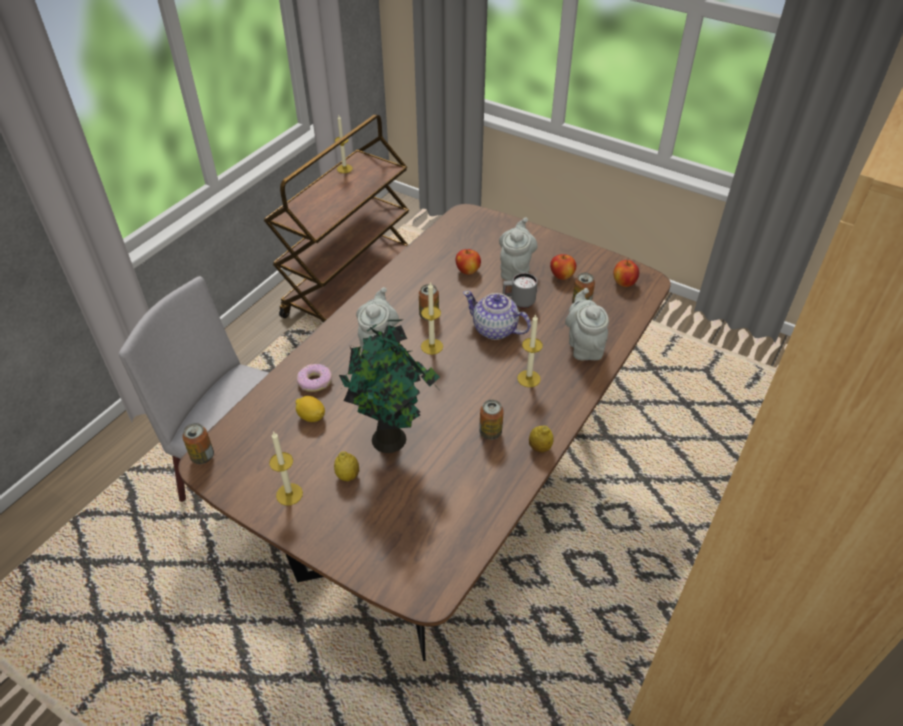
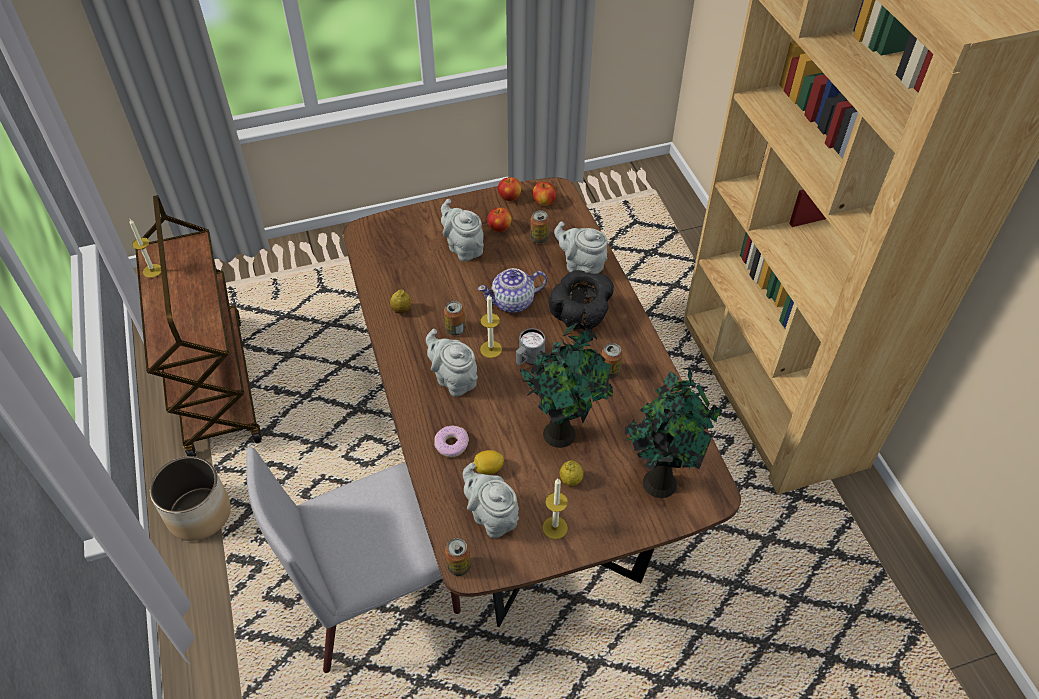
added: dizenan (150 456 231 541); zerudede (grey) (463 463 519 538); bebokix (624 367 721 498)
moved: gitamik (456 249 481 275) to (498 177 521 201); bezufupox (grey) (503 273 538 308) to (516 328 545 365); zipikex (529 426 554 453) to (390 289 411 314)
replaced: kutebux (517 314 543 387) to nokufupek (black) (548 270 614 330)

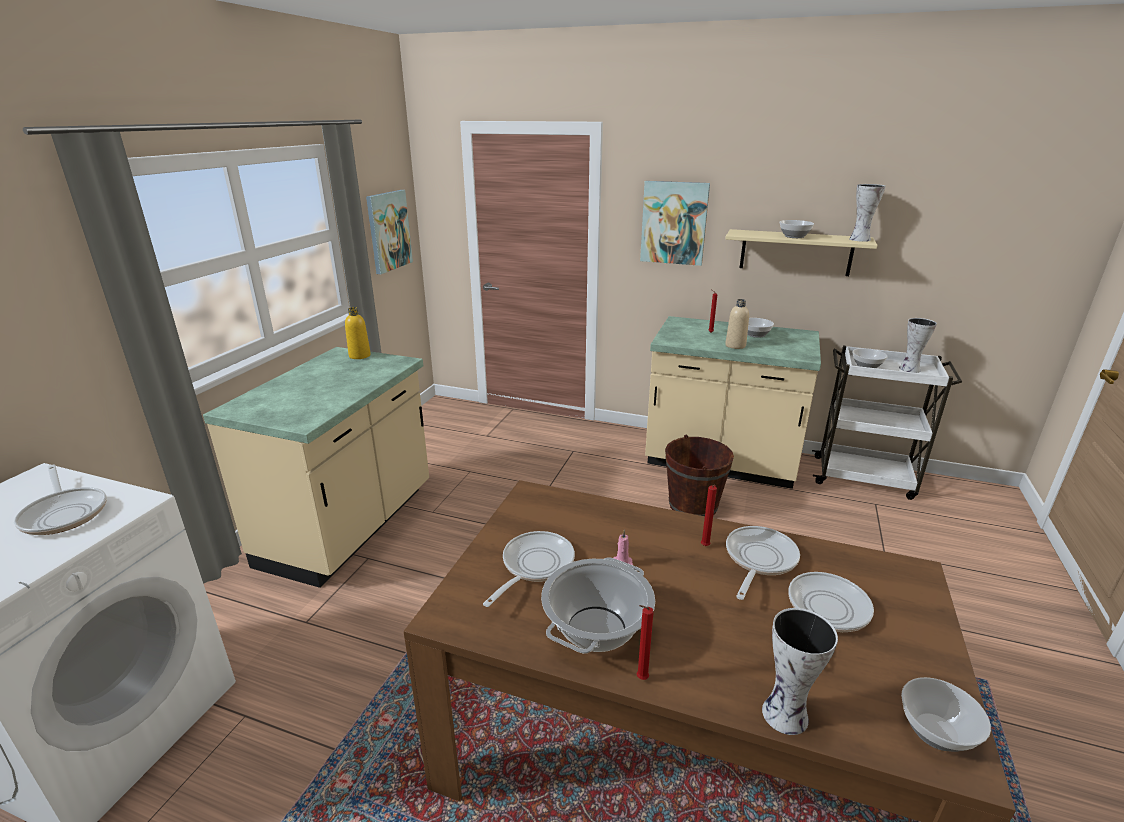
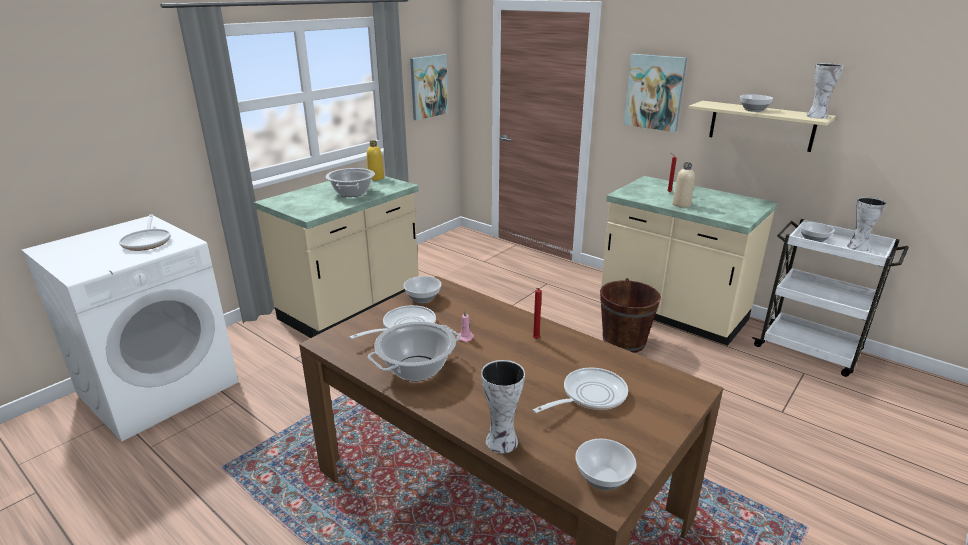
removed: kutebux (red) (637 605 654 680); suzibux (726 526 800 600)
added: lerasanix (326 168 375 197)
moved: nokufupek (747 318 774 338) to (403 276 441 303)

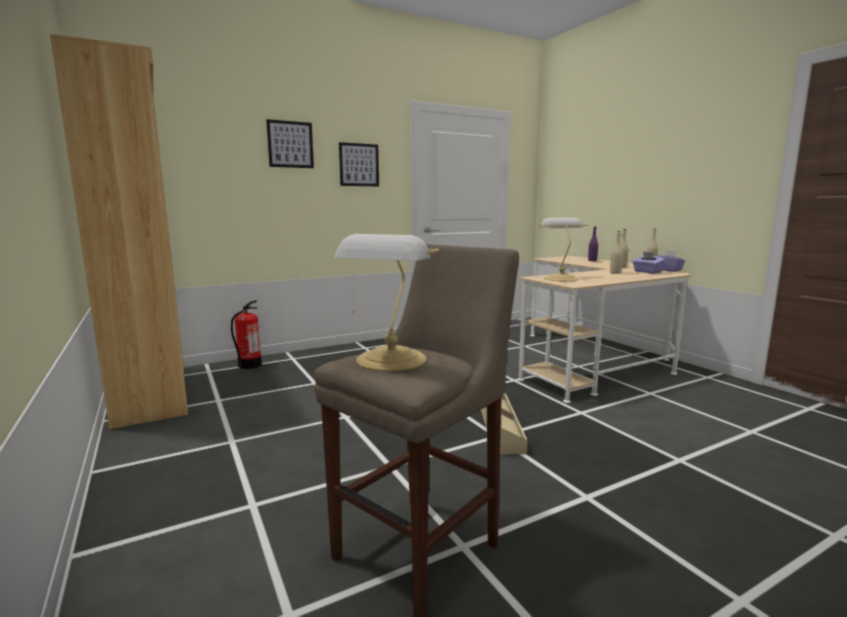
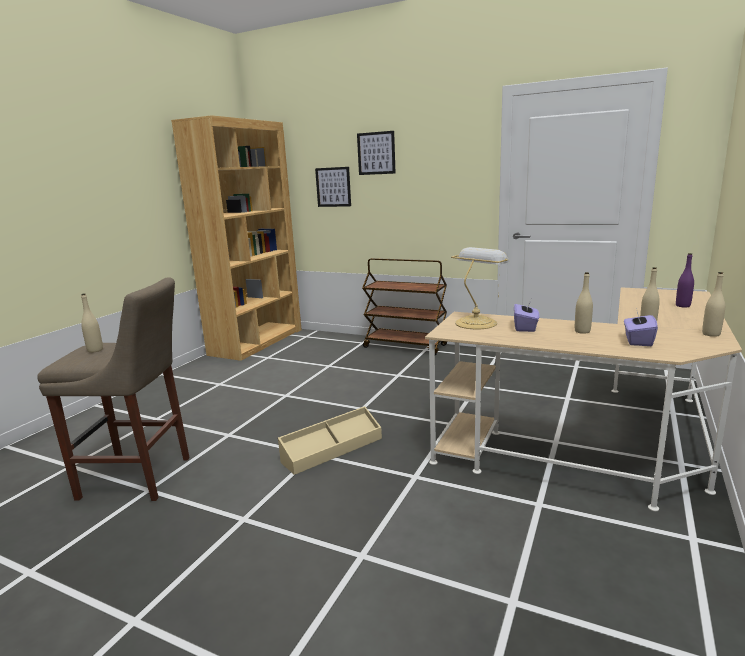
removed: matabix (231 300 262 369)
added: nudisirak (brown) (362 258 447 355)
moved: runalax (339 142 379 187) to (315 167 351 207); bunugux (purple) (657 250 685 272) to (514 300 539 332)
replaced: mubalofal (334 234 439 372) to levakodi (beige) (81 294 103 353)

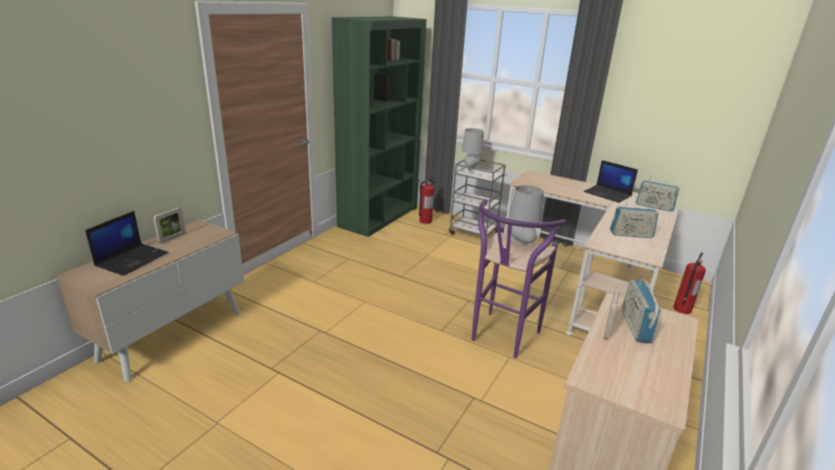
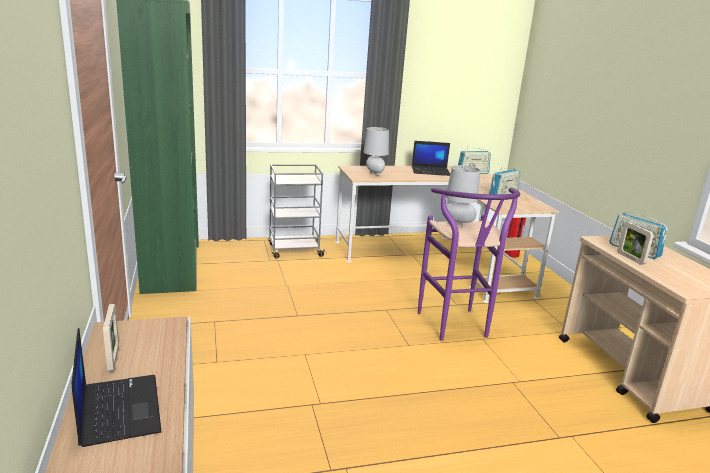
removed: matabix (419 177 436 224)
moved: mubalofal (grey) (462 128 484 171) to (363 127 389 177)

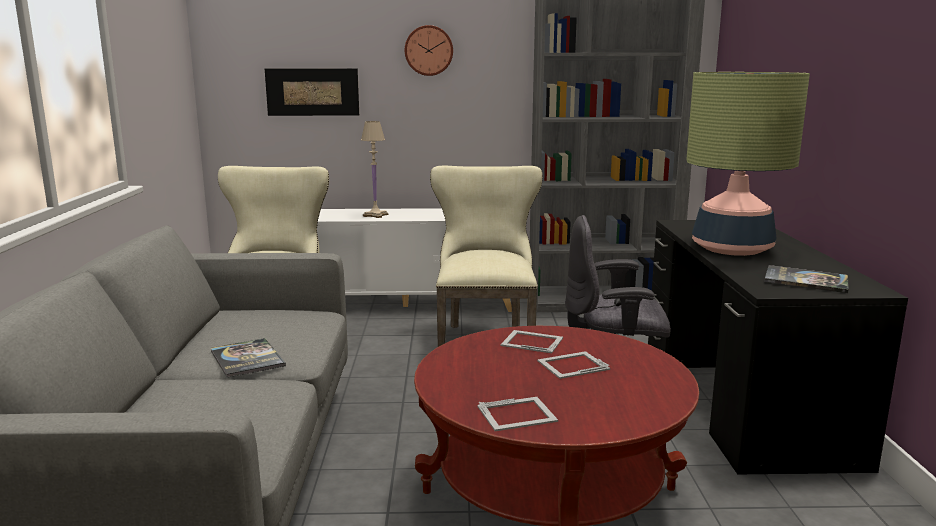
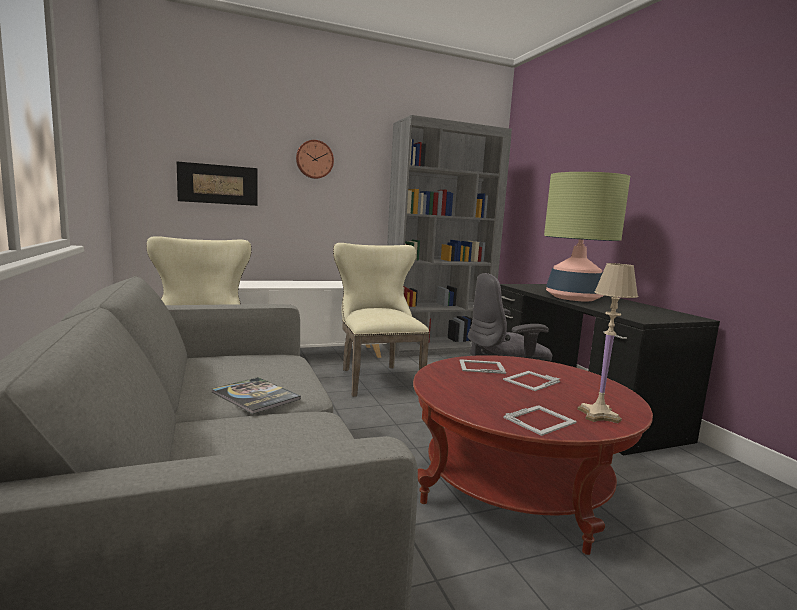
removed: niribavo (764 265 849 293)
moved: mubalofal (beige) (361 121 388 218) to (577 263 638 423)

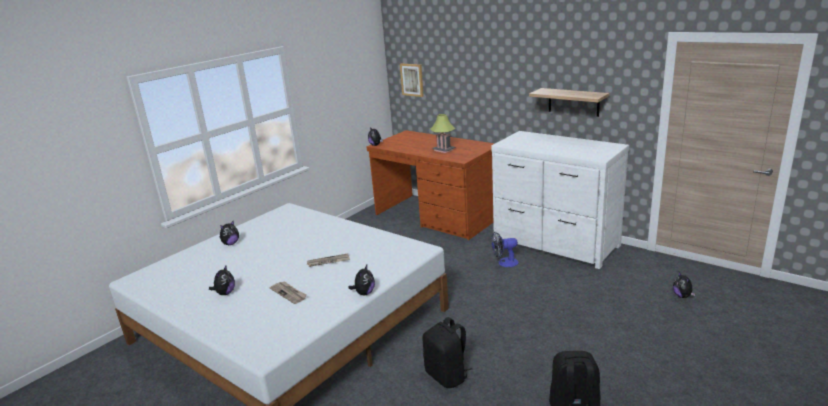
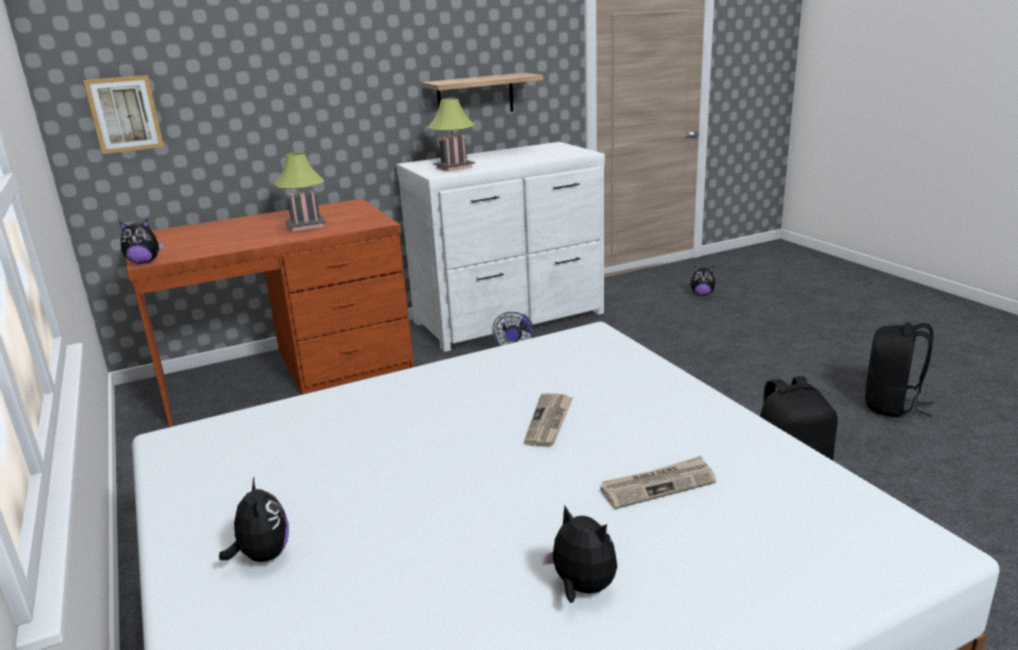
removed: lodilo (348 265 375 295)
added: mubalofal (428 98 475 172)

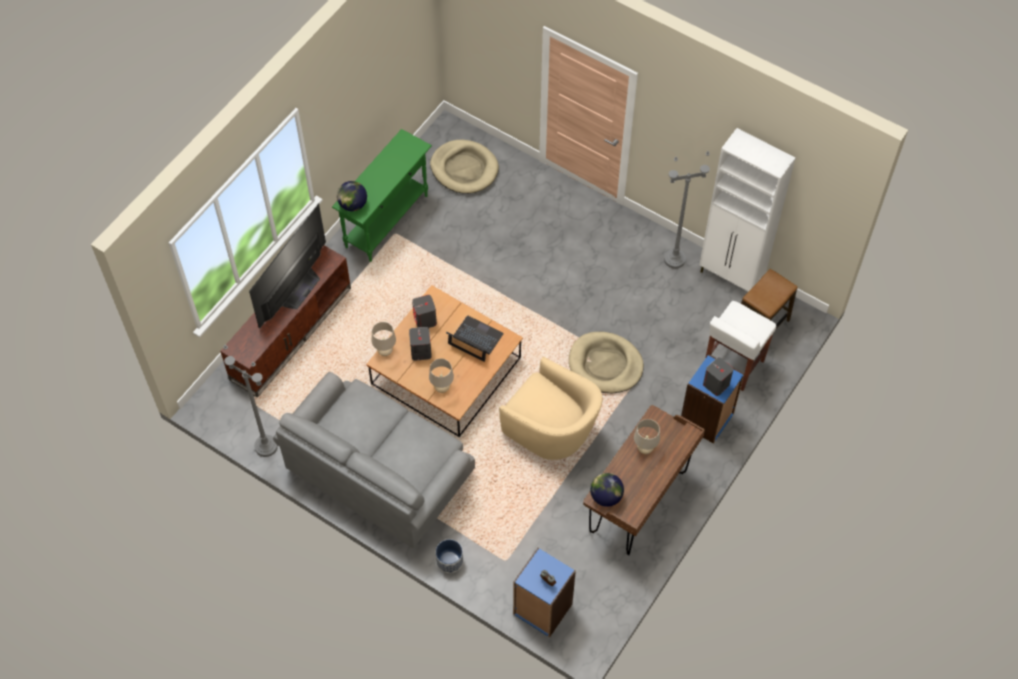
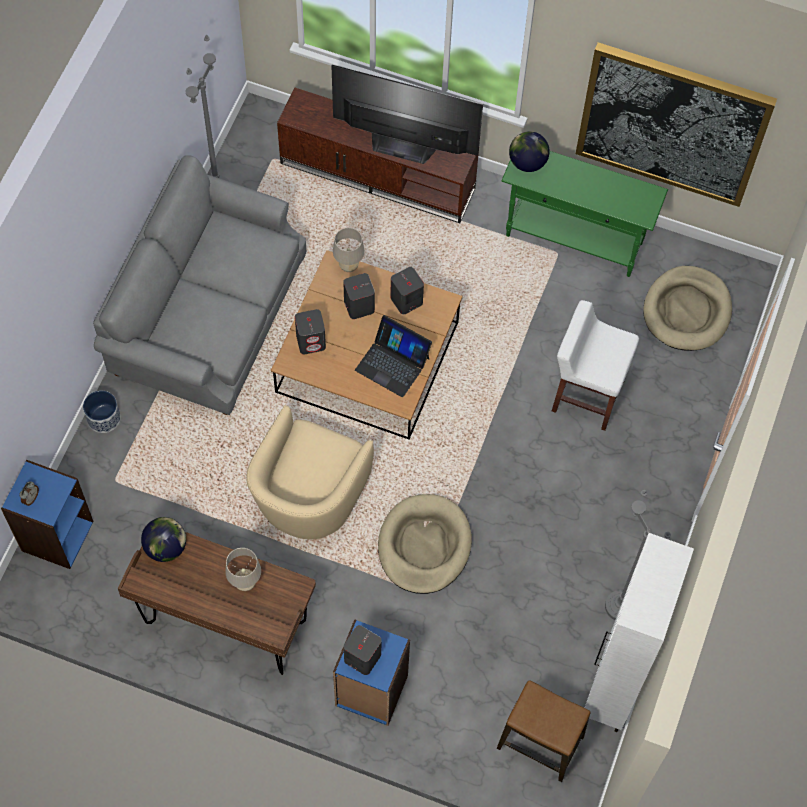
added: runalax (576 42 777 207)
moved: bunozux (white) (705 301 777 391) to (552 300 639 431)
replaced: mubalofal (beige) (429 359 454 393) to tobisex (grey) (295 309 326 354)
turned: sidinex (446 315 504 362) = (355 315 432 397) 105 degrees clockwise

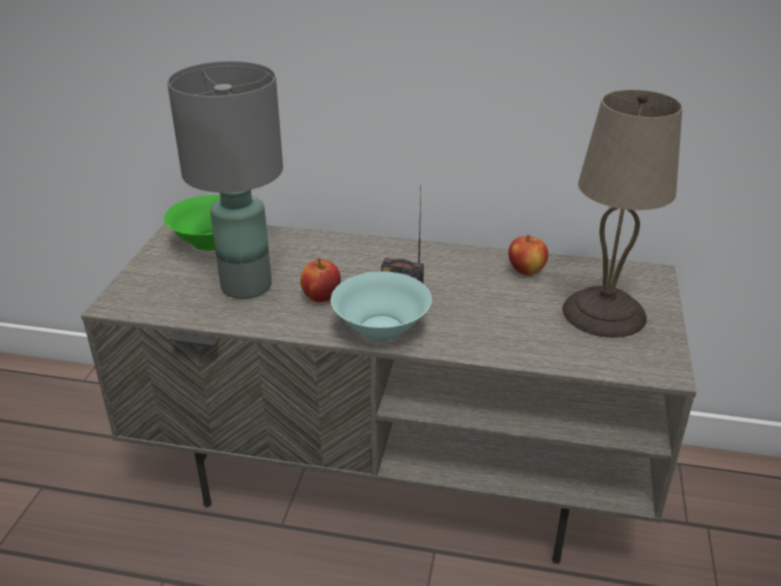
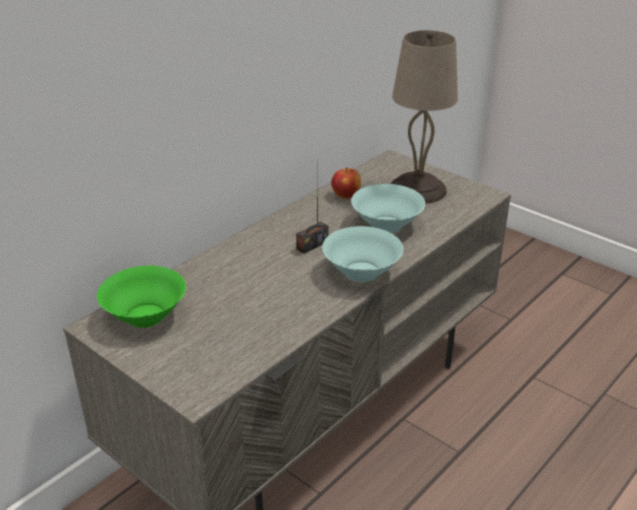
removed: mubalofal (grey) (167 61 283 299); gitamik (300 258 341 302)
added: nokufupek (turquoise) (351 184 425 233)

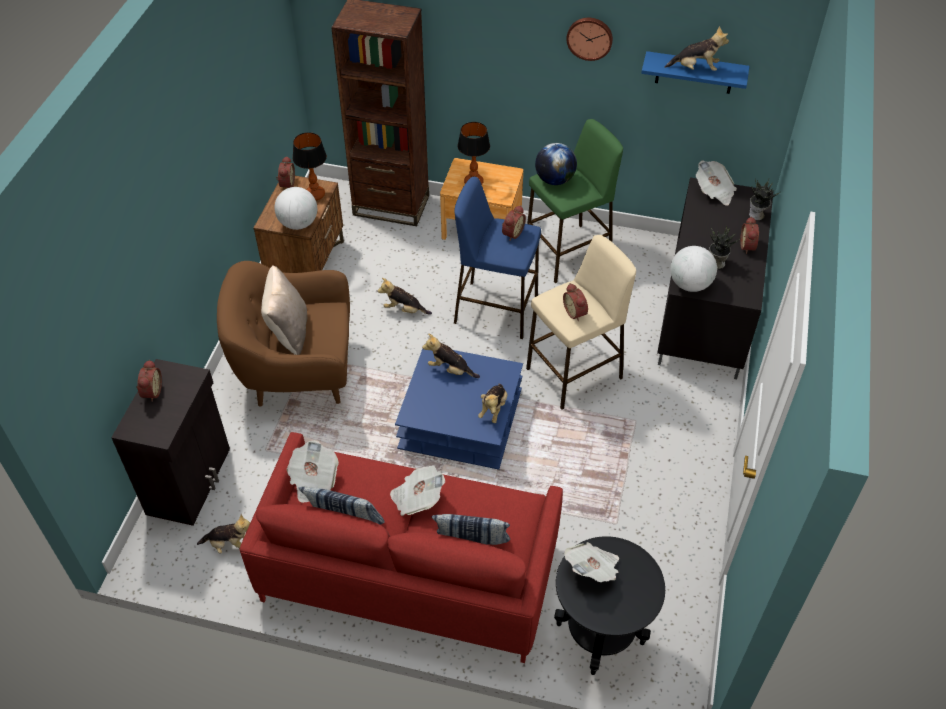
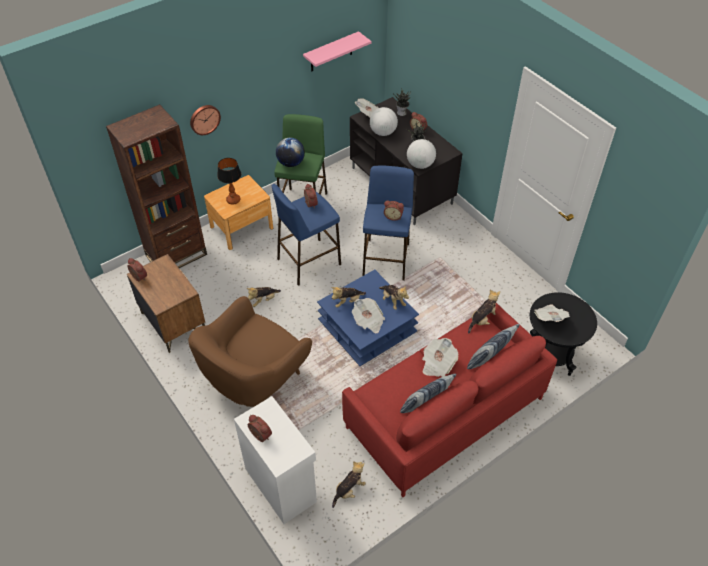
removed: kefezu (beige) (261 265 307 355); mubalofal (293 132 327 200)
moved: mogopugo (274 187 317 230) to (370 107 398 136); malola (287 440 339 503) to (352 298 385 333); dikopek (566 18 613 61) to (190 105 221 135); lodilo (665 26 729 71) to (468 290 500 333)
recoloured: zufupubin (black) (111 359 230 526) to zufupubin (white) (234 396 317 524); bunozux (beige) (526 235 636 410) to bunozux (blue) (363 165 414 281); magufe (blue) (641 51 750 94) to magufe (pink) (303 31 371 71)

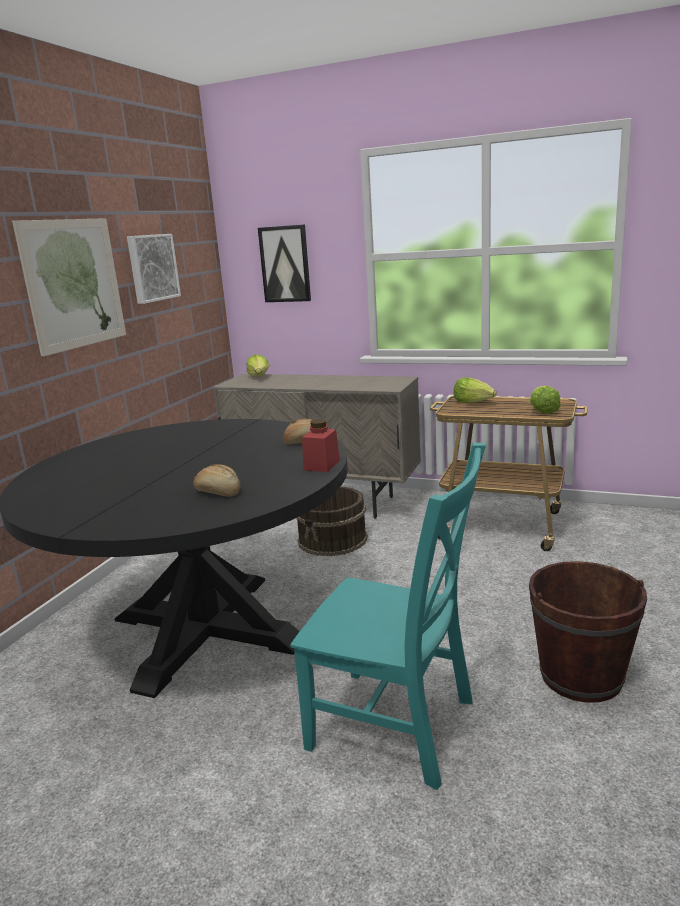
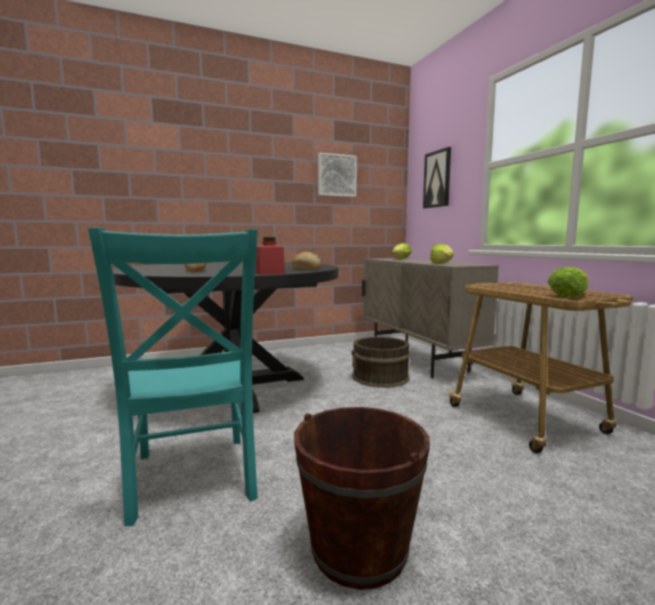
removed: runalax (12 218 126 357)
moved: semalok (454 377 497 403) to (430 244 454 264)

